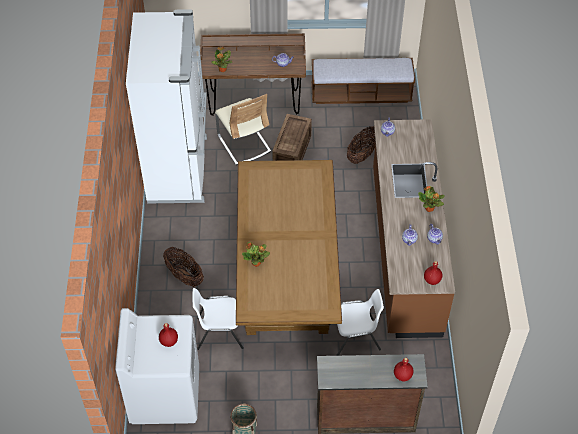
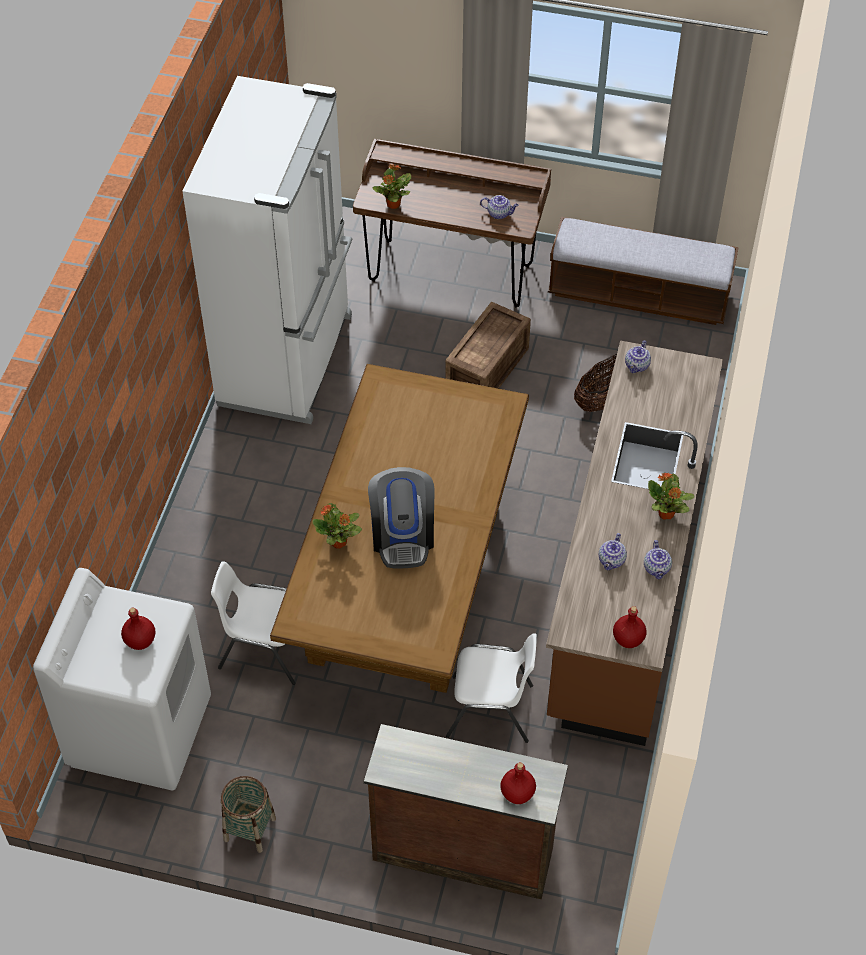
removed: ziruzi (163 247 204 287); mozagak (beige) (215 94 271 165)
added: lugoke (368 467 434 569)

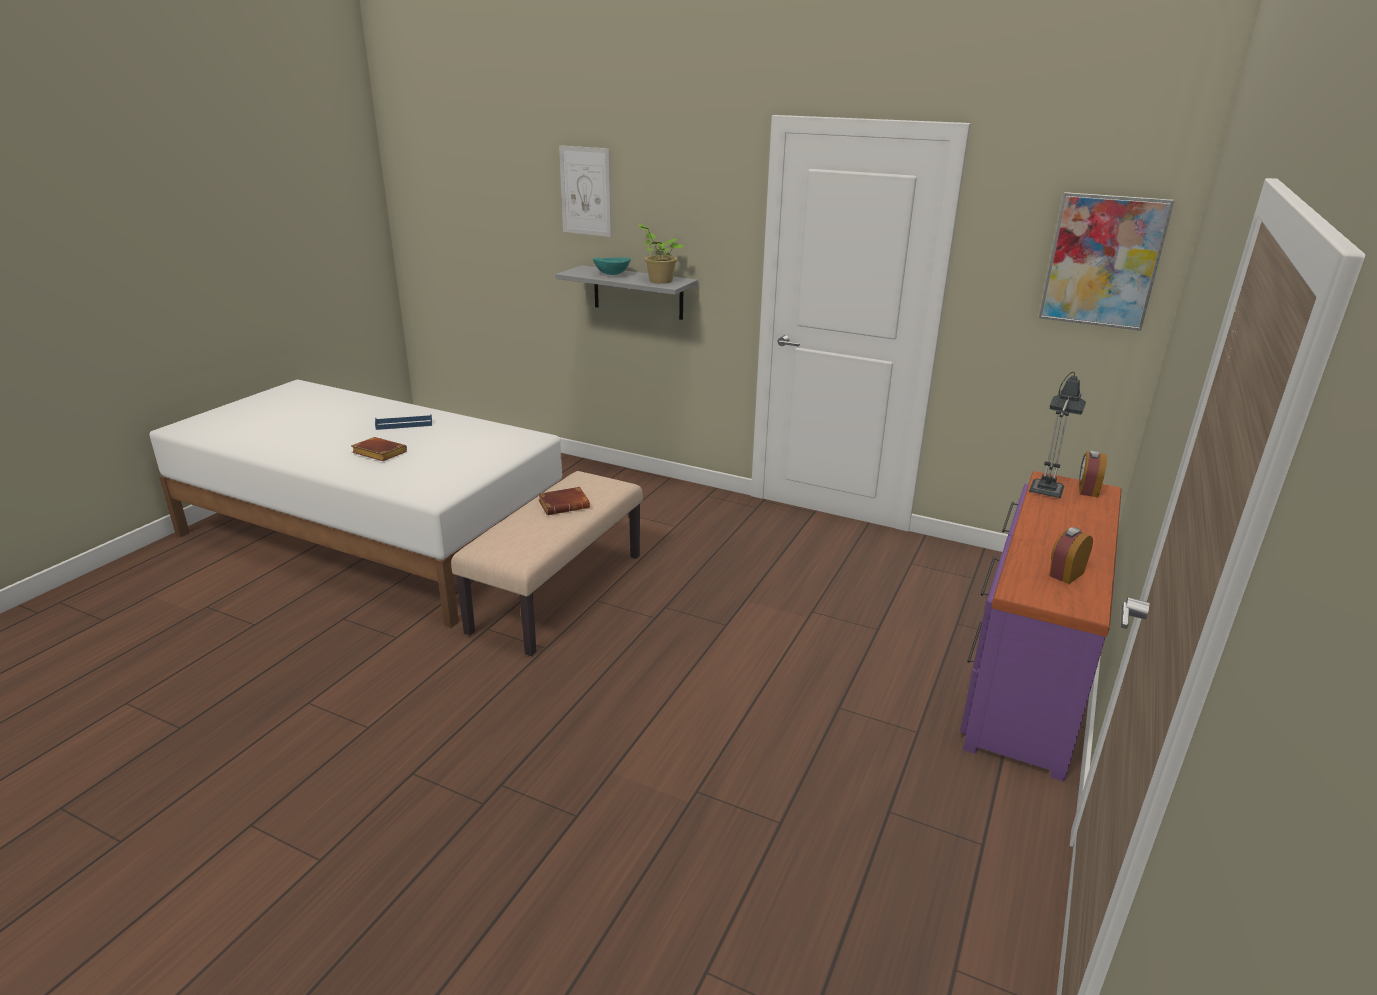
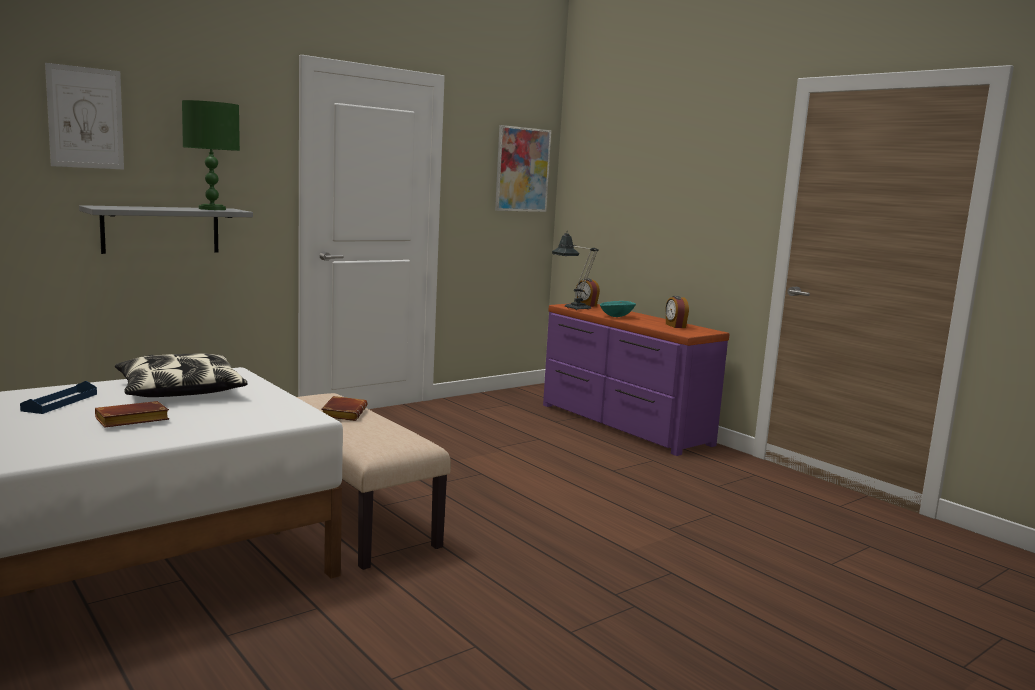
added: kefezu (115 353 248 397)
moved: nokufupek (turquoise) (593 257 631 275) to (600 301 636 317)
replaced: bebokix (638 223 685 284) to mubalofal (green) (182 100 240 210)

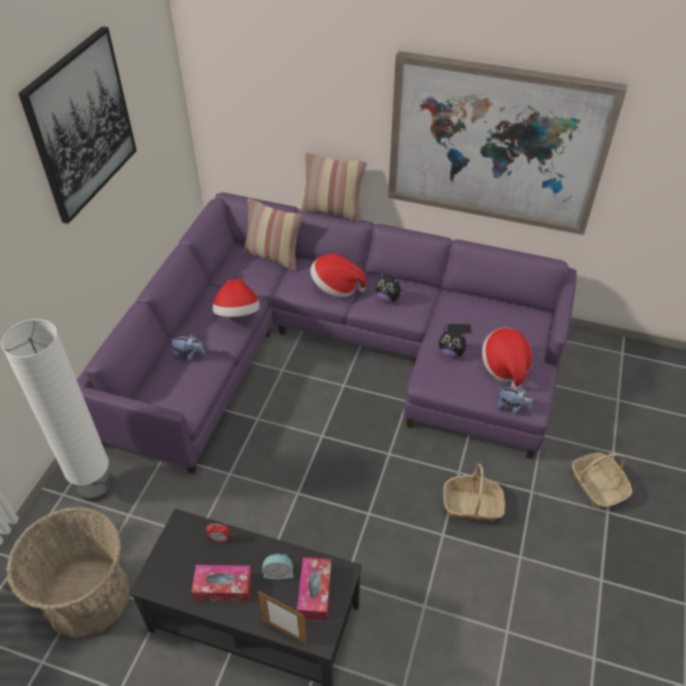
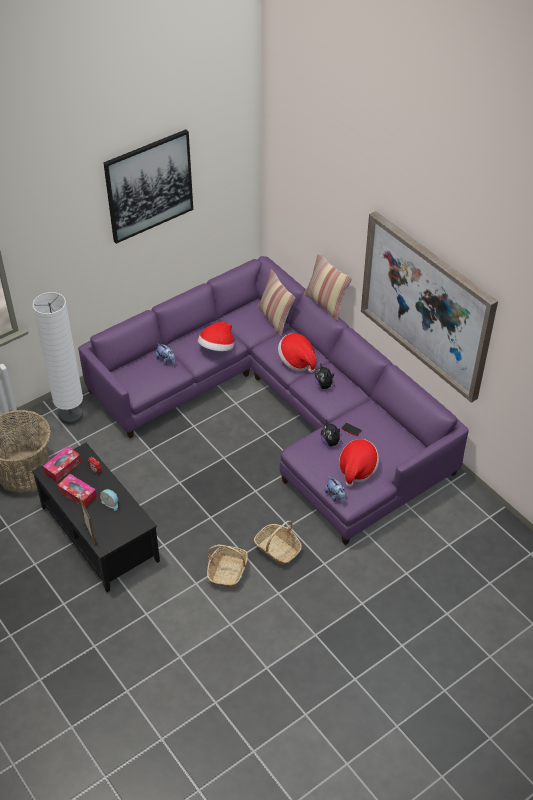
moved: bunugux (297 557 332 620) to (43 446 81 482); ziruzi (572 453 632 509) to (207 545 248 588)

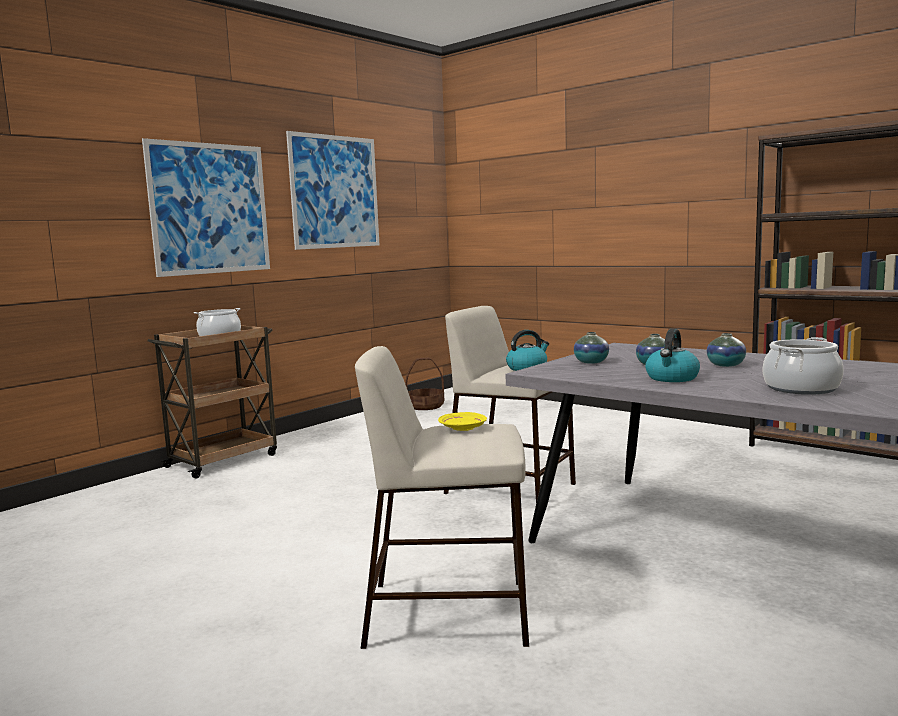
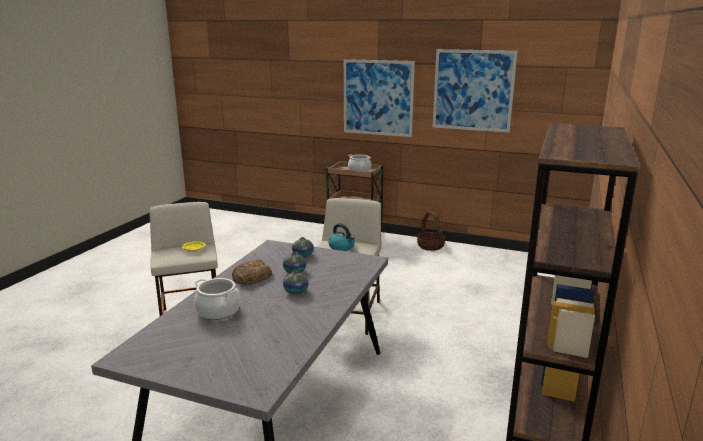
moved: ziruzi (405 358 444 410) to (417 212 445 251)
replaced: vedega (645 329 700 382) to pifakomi (232 260 272 286)

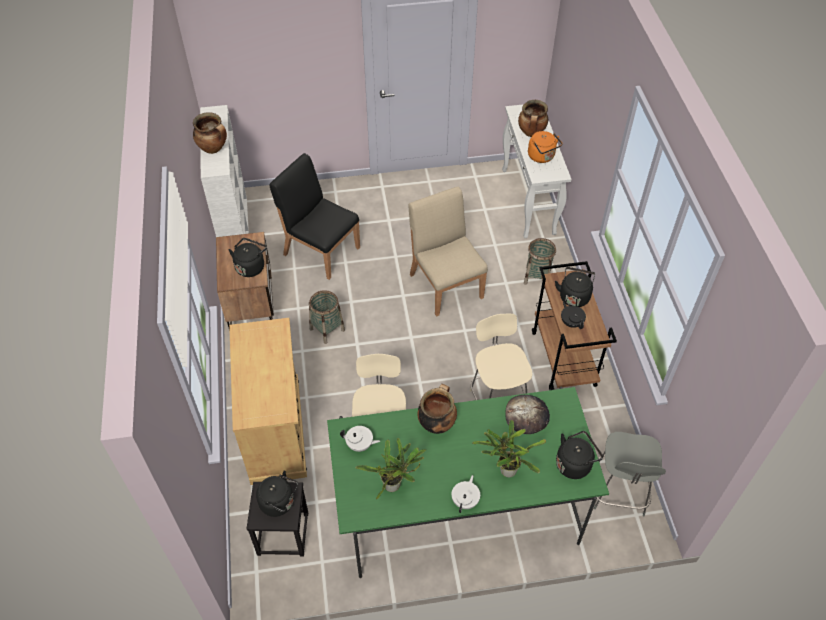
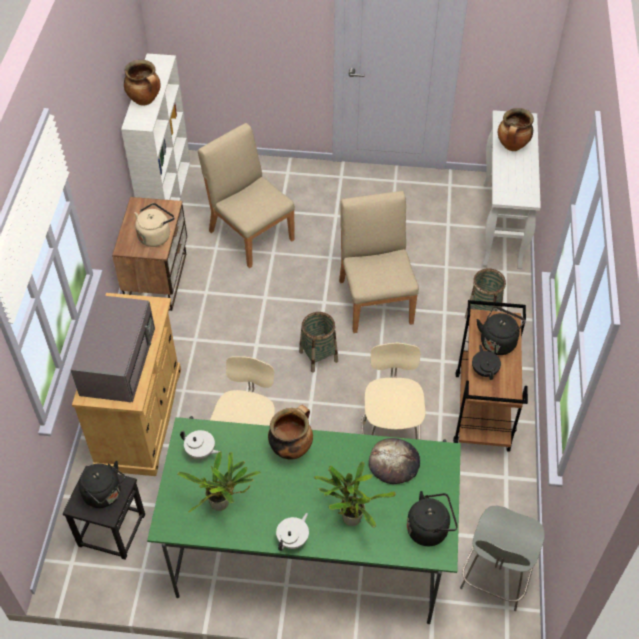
removed: vedega (orange) (528 131 562 163)
added: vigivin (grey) (71 295 155 402)
moved: ziruzi (309 290 345 344) to (299 312 338 373)
recoloured: vedega (black) (229 238 267 277) to vedega (beige) (134 203 175 247); mozagak (black) (269 153 360 280) to mozagak (beige) (198 123 295 268)

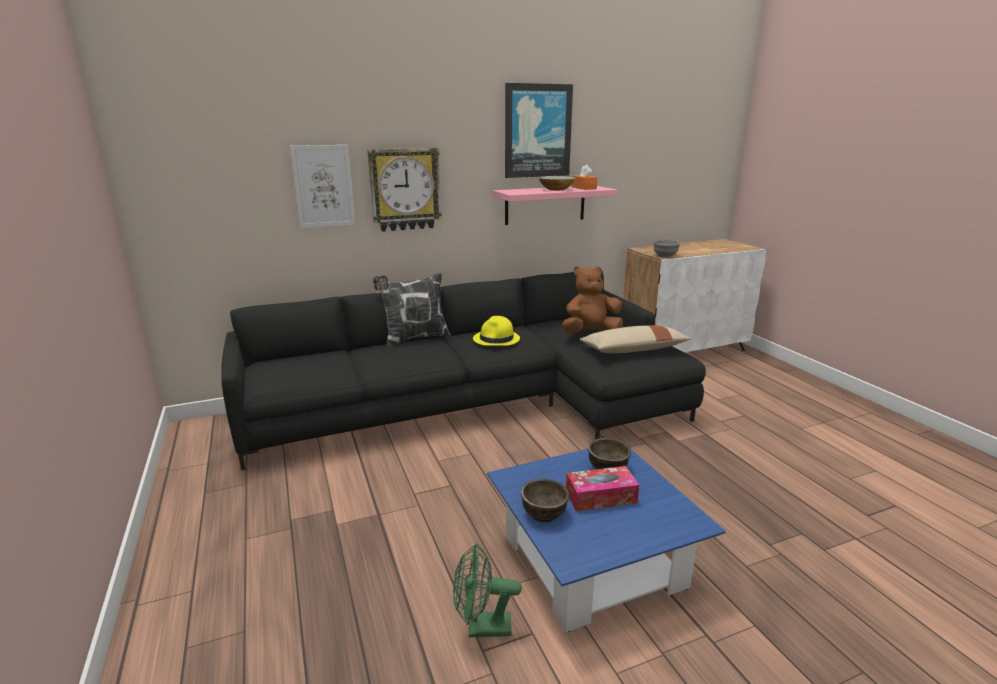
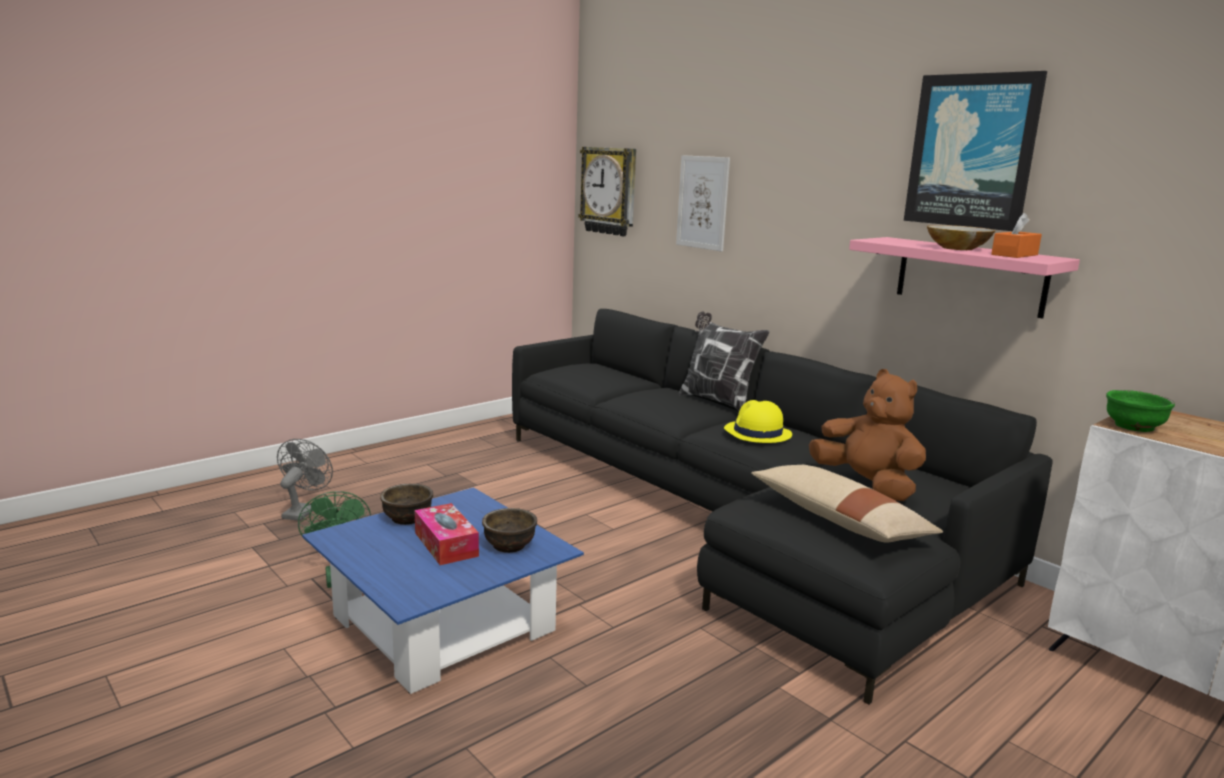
added: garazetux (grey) (277 439 333 521)
moved: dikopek (367 148 442 232) to (578 147 636 236)
recoloured: nokufupek (grey) (653 240 680 257) to nokufupek (green) (1106 390 1175 432)

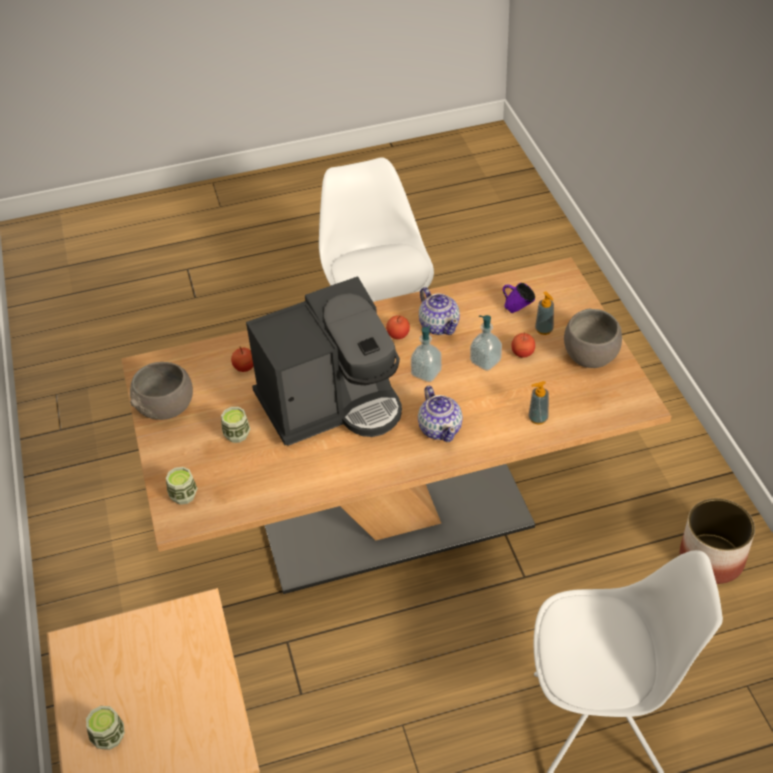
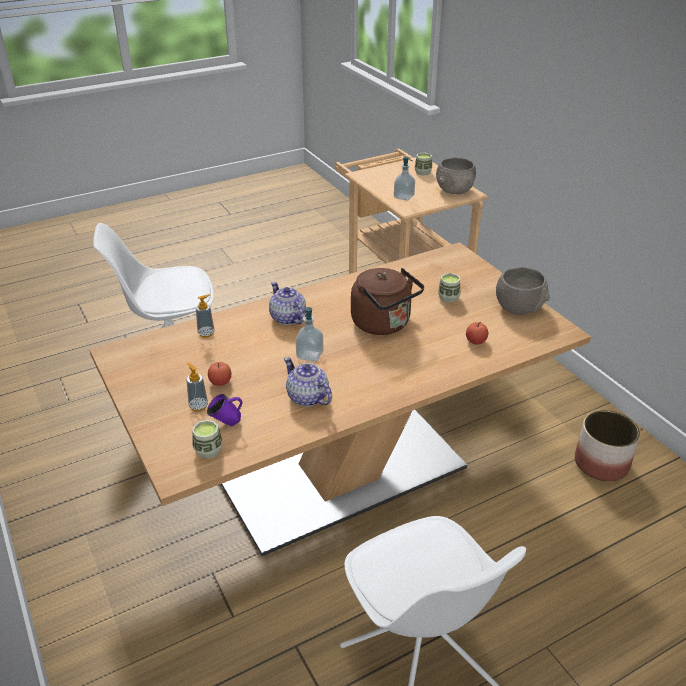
removed: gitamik (386 315 410 339)
moved: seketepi (166 467 198 505) to (192 420 222 459); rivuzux (470 315 502 371) to (394 156 415 201); nokufupek (grey) (564 309 622 368) to (436 158 476 194); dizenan (680 499 755 584) to (575 410 640 481)
replaced: lugoke (246 277 402 446) to vedega (brown) (351 268 424 335)

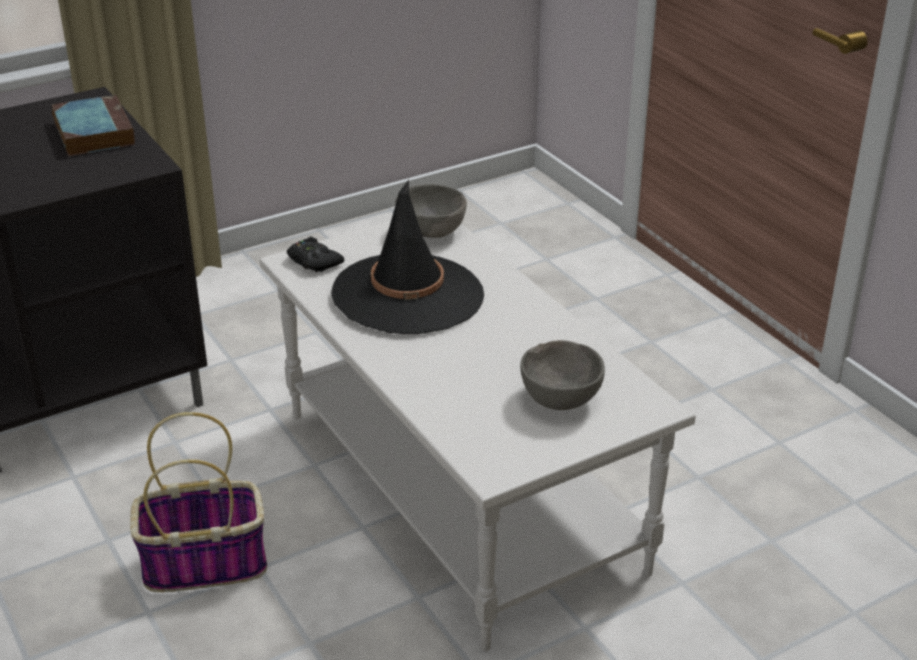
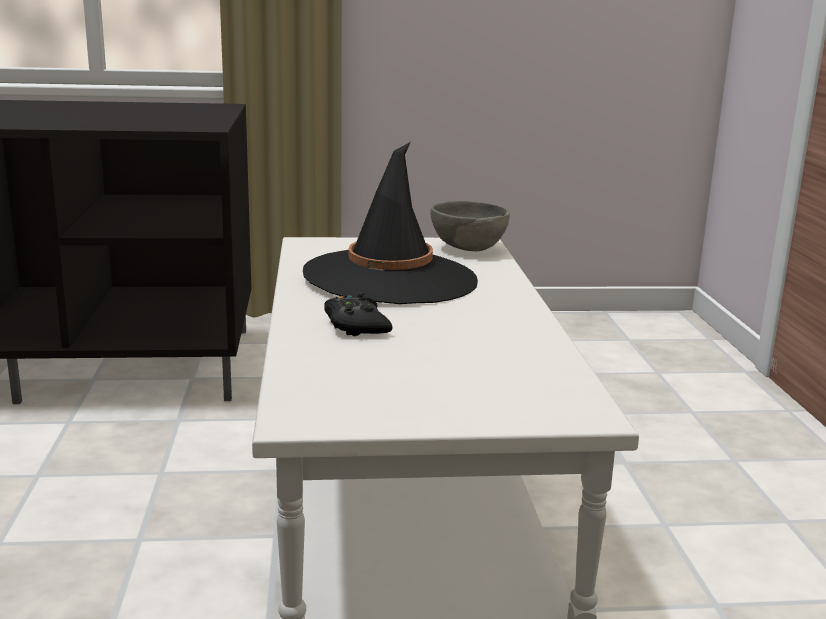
removed: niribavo (52 95 135 156); ziruzi (130 412 267 592); nokufupek (grey) (520 340 605 410)
moved: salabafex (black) (287 236 344 272) to (324 292 393 336)

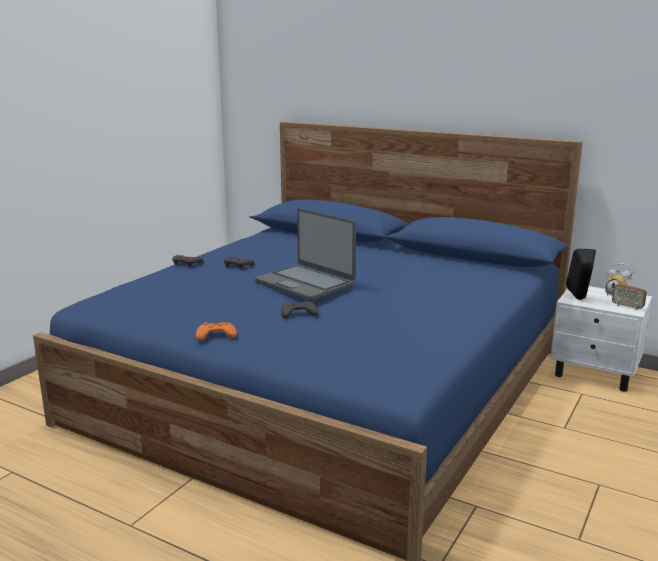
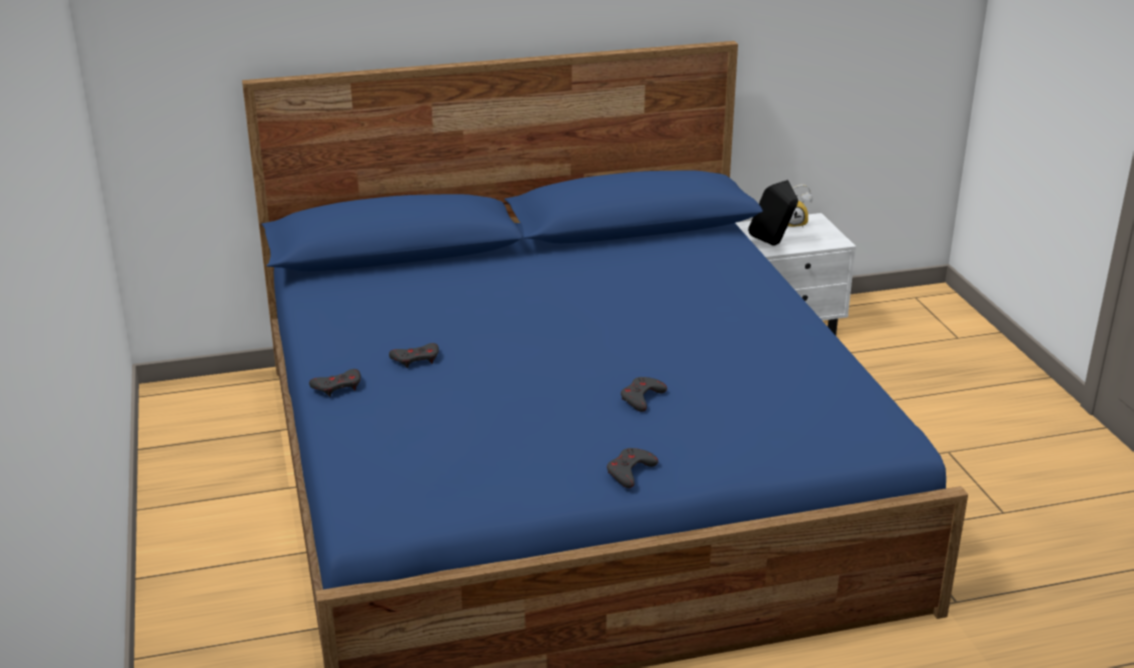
removed: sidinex (255 208 356 301); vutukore (612 271 647 310)
recoloured: salabafex (orange) (196 322 237 341) to salabafex (grey) (607 448 658 488)

